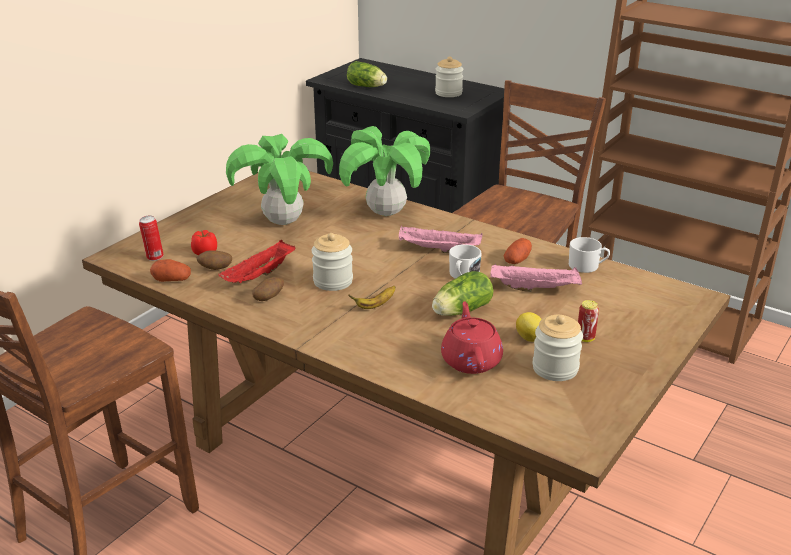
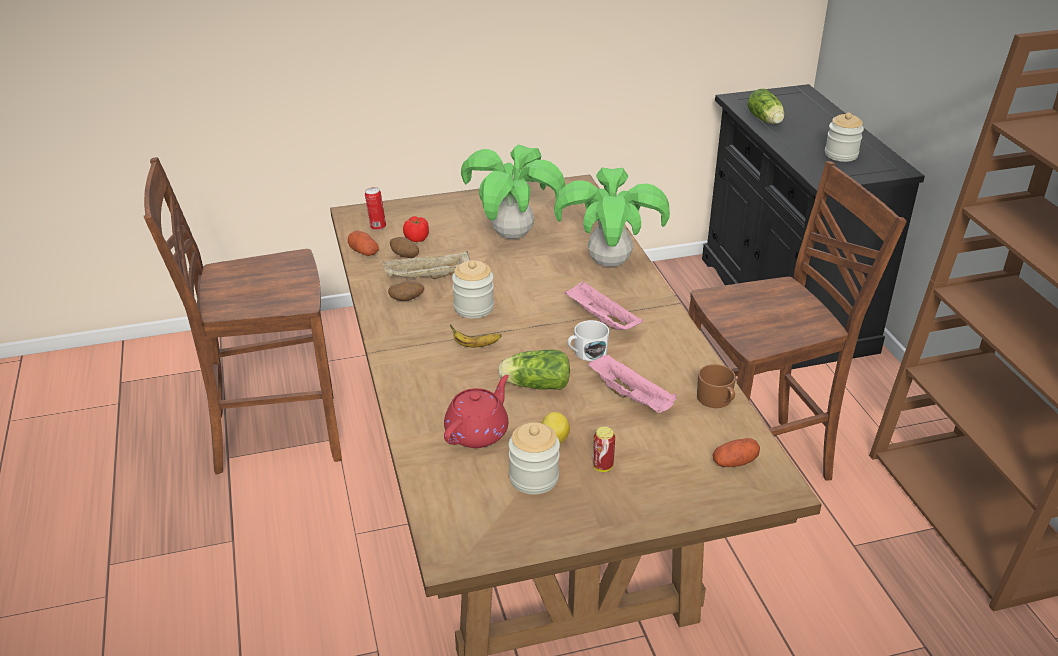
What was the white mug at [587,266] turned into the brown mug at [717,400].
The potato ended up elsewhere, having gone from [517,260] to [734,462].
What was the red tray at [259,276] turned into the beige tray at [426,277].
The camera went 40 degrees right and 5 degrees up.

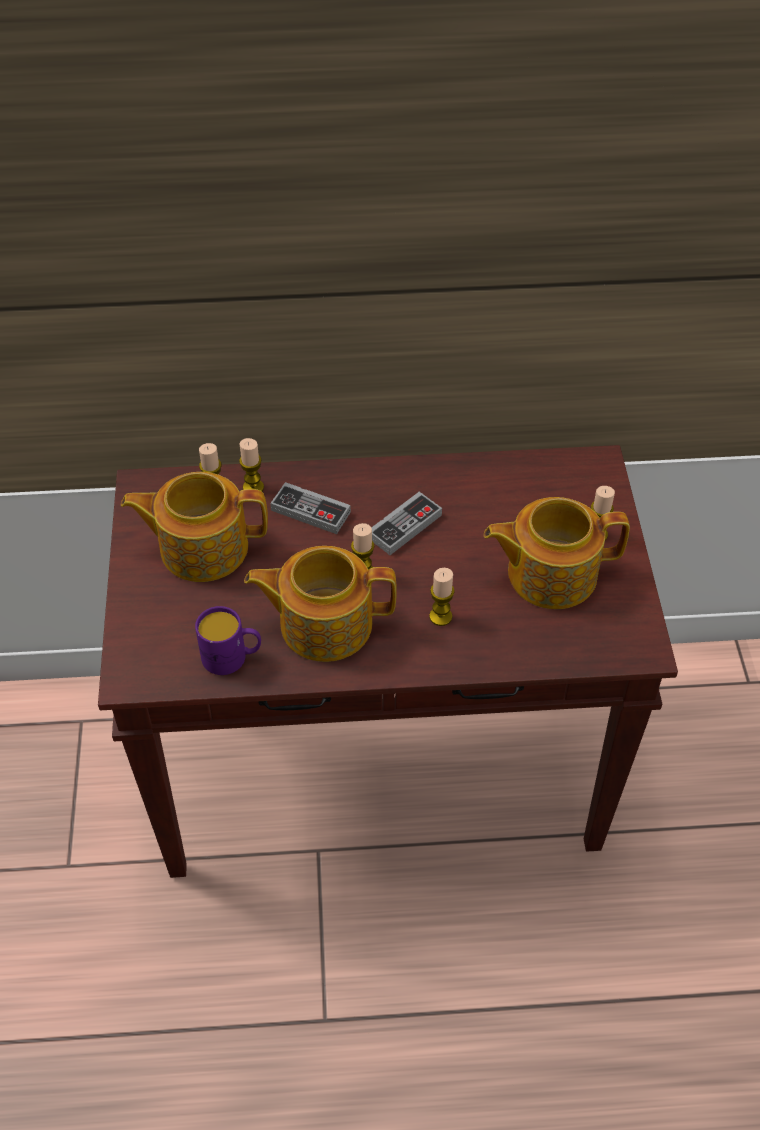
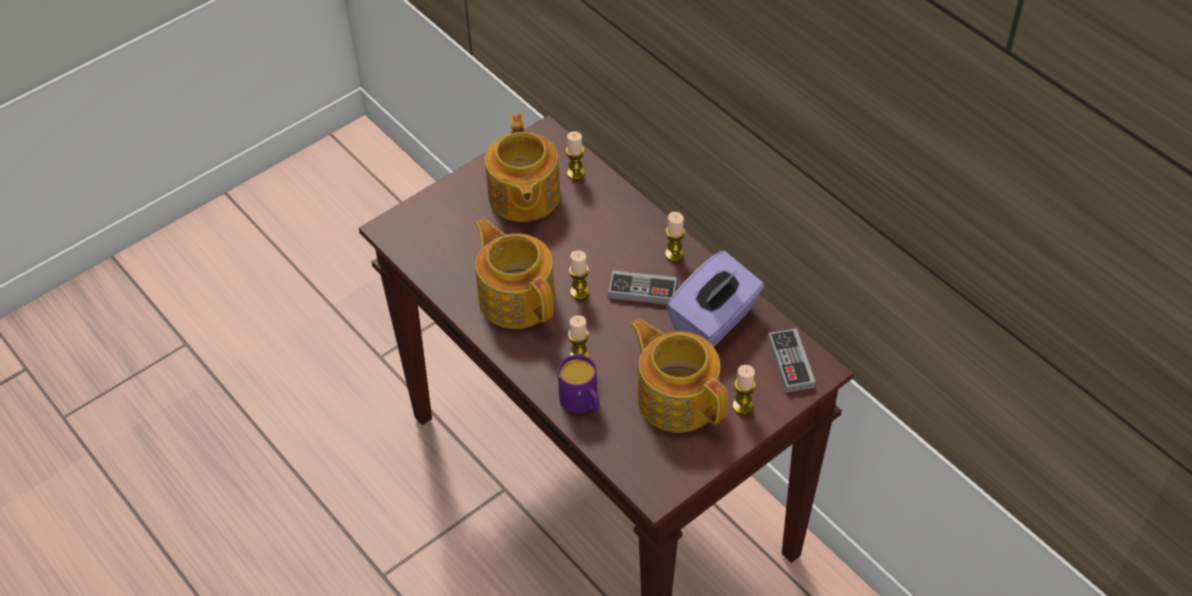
The candle ended up elsewhere, having gone from [253,487] to [674,254].
The teapot at [202,547] ended up facing another way, 150 degrees counterclockwise from before.
The game controller ended up elsewhere, having gone from [310,511] to [791,363].
The purple mug ended up elsewhere, having gone from [232,657] to [582,403].
The second view gained the purple tissue box at [714,320].
The camera went 55 degrees right and 0 degrees up.

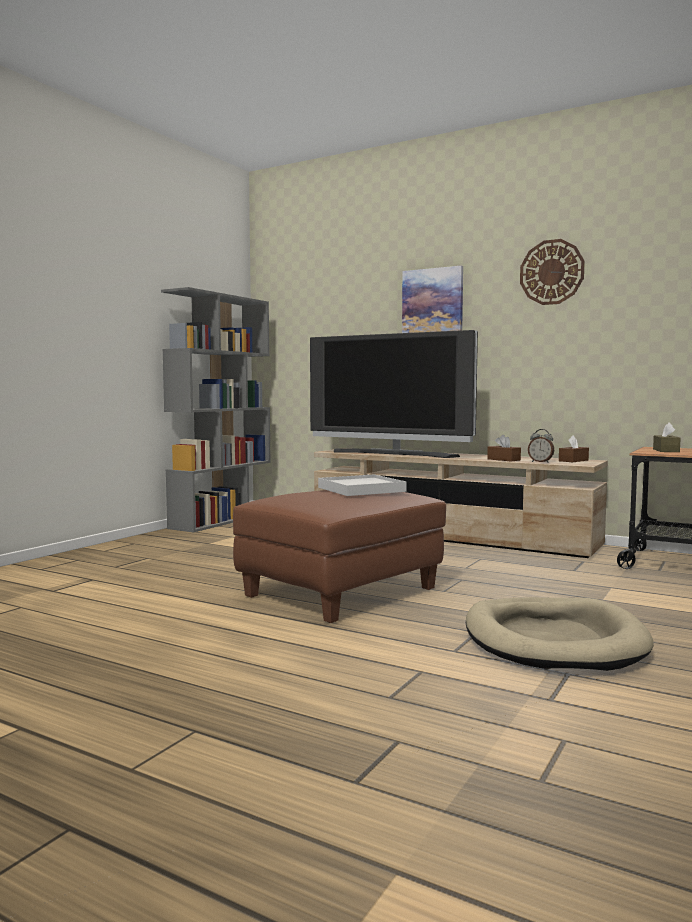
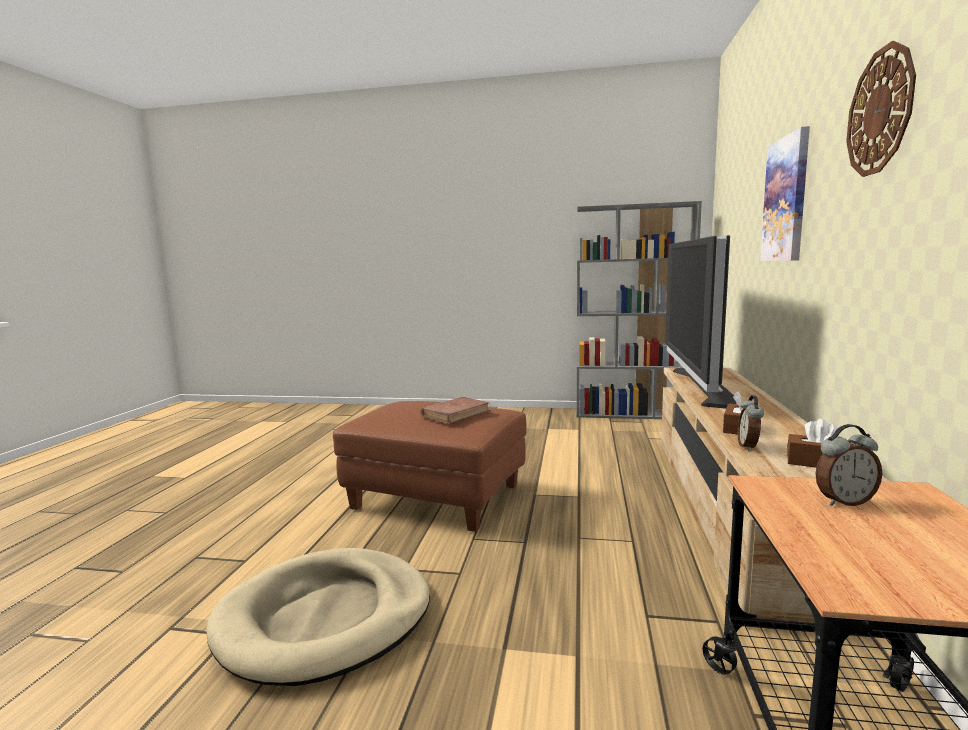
Where the brown tissue box stood at [666,450], the alarm clock came to stand at [844,501].
Where the white tray stood at [361,489], the brown book came to stand at [456,414].
The camera went 70 degrees right and 5 degrees up.

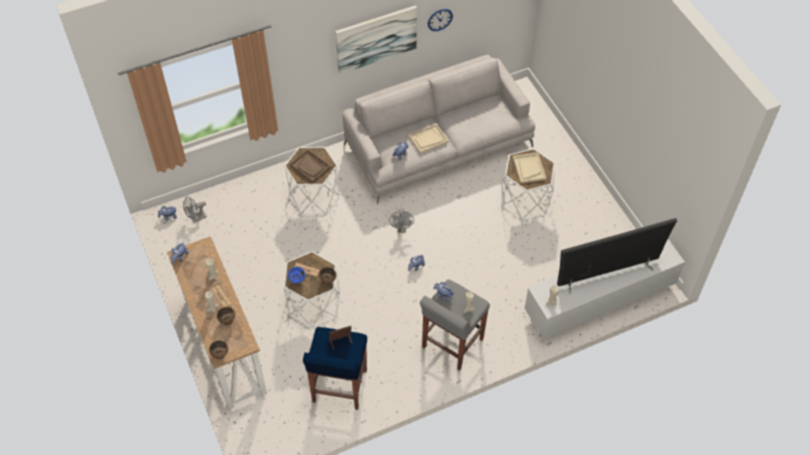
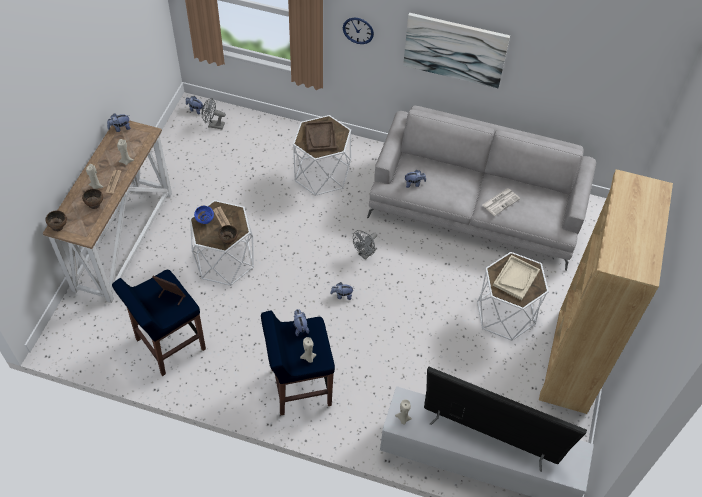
The wall clock ended up elsewhere, having gone from [440,19] to [358,30].
The second view lost the beige tray at [428,139].
What was the grey stool at [451,344] turned into the blue stool at [299,387].
The second view gained the brown bookcase at [571,361].
The second view gained the newspaper at [501,201].
The camera went 40 degrees right and 0 degrees up.

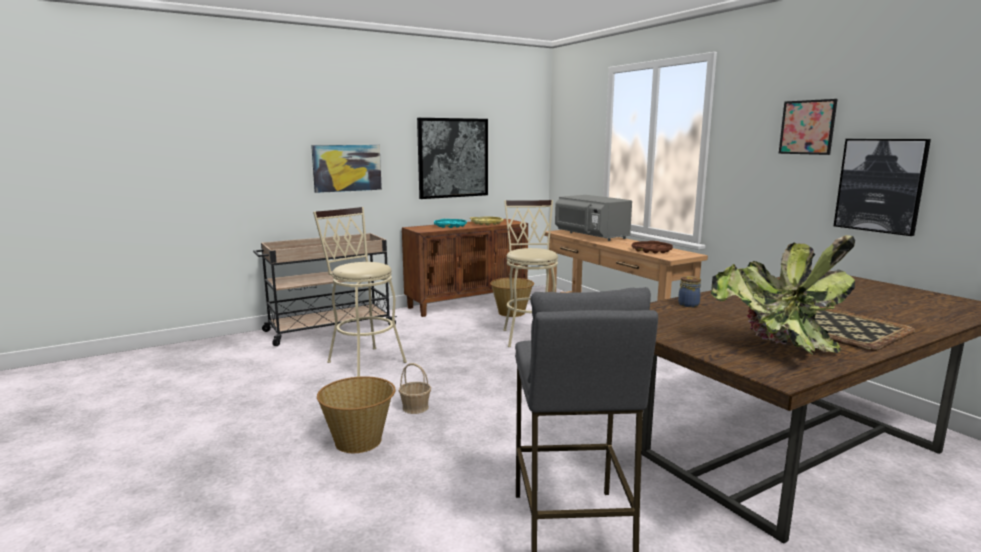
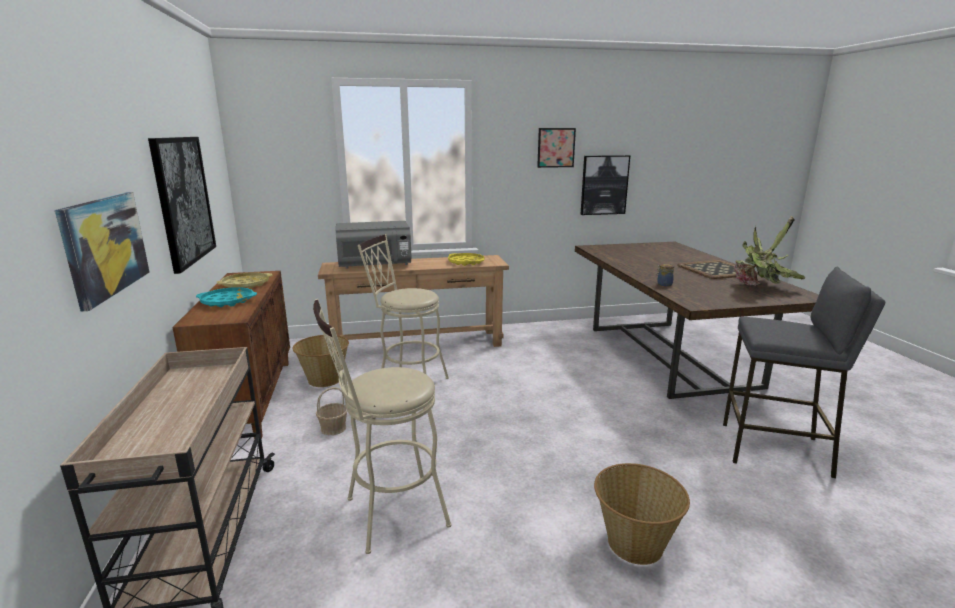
What was the brown tray at [651,250] turned into the yellow tray at [466,262].
The basket ended up elsewhere, having gone from [415,407] to [333,428].
The camera went 70 degrees left and 5 degrees up.

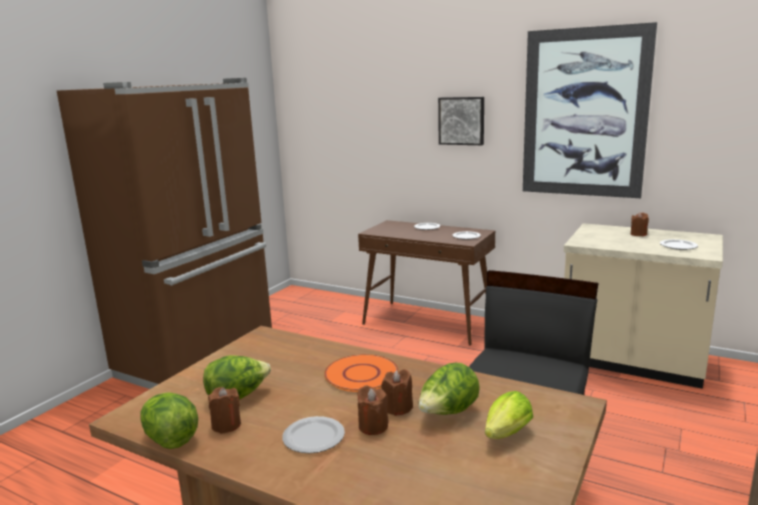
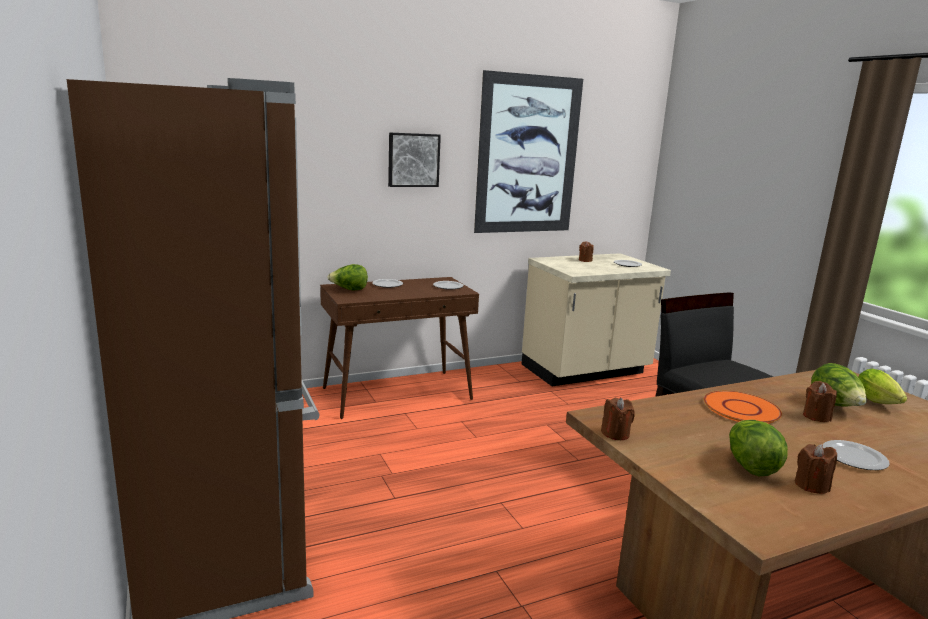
The brown candle ended up elsewhere, having gone from [373,426] to [615,434].
The lettuce ended up elsewhere, having gone from [170,439] to [349,290].
The camera went 55 degrees left and 0 degrees up.

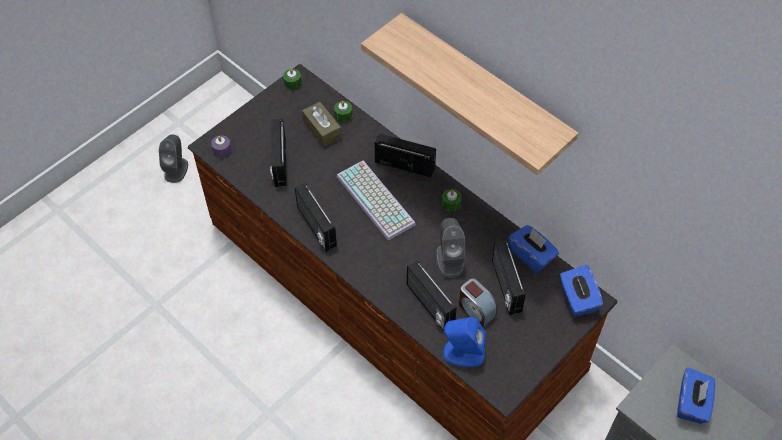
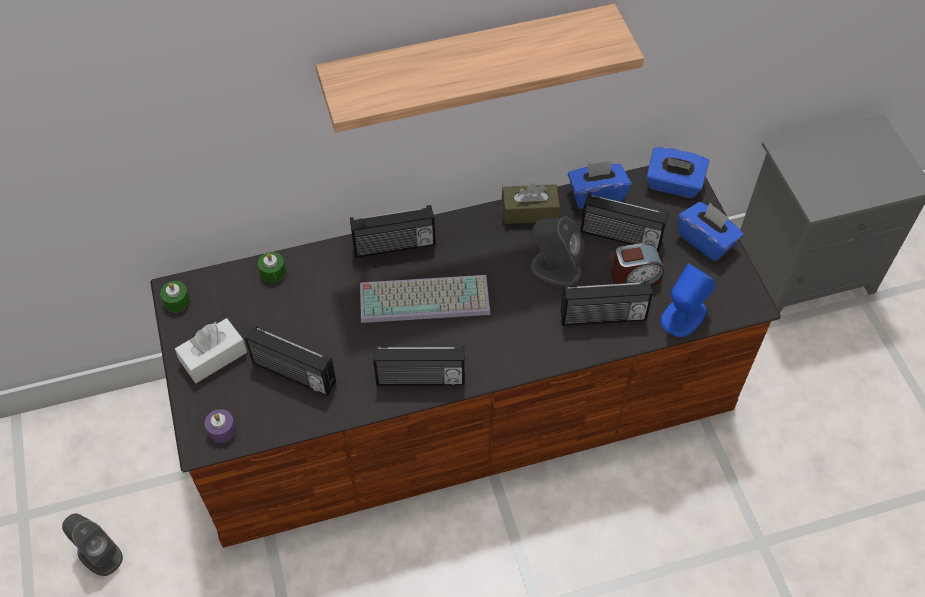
The brown tissue box ended up elsewhere, having gone from [322,129] to [529,211].
The radio at [405,164] ended up facing another way, 150 degrees counterclockwise from before.
The second view lost the green candle at [451,203].
The blue tissue box ended up elsewhere, having gone from [692,403] to [706,241].
The second view gained the white tissue box at [213,357].
The camera went 60 degrees left and 0 degrees up.

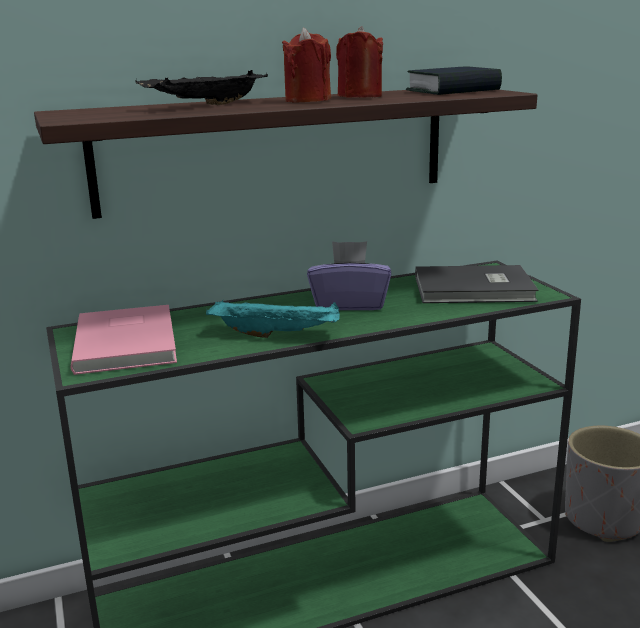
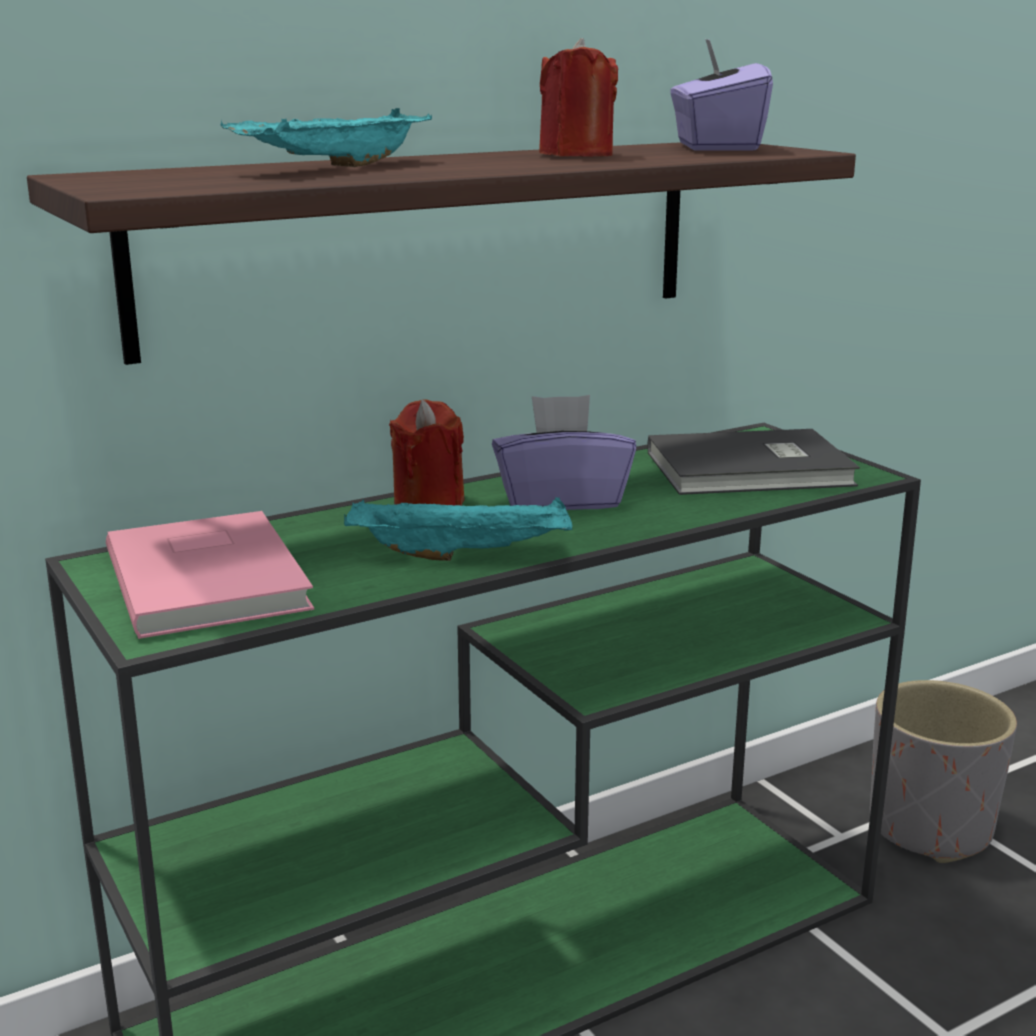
The red candle ended up elsewhere, having gone from [308,100] to [428,501].
Where the book stood at [453,91], the purple tissue box came to stand at [715,147].
What was the black tray at [206,105] turned into the turquoise tray at [335,167].
The camera went 10 degrees left and 0 degrees up.

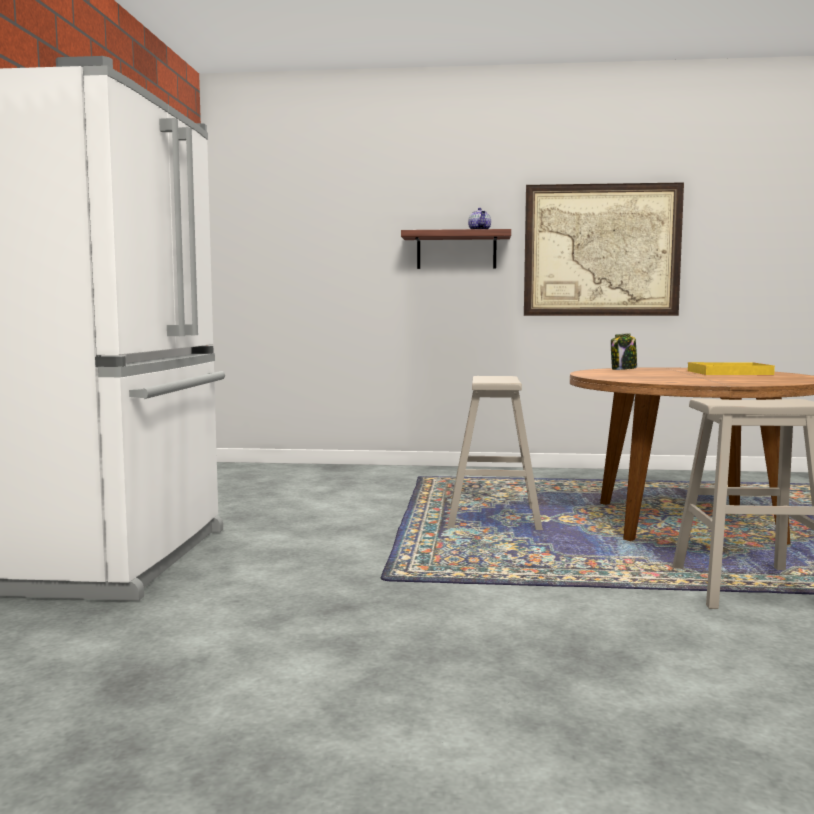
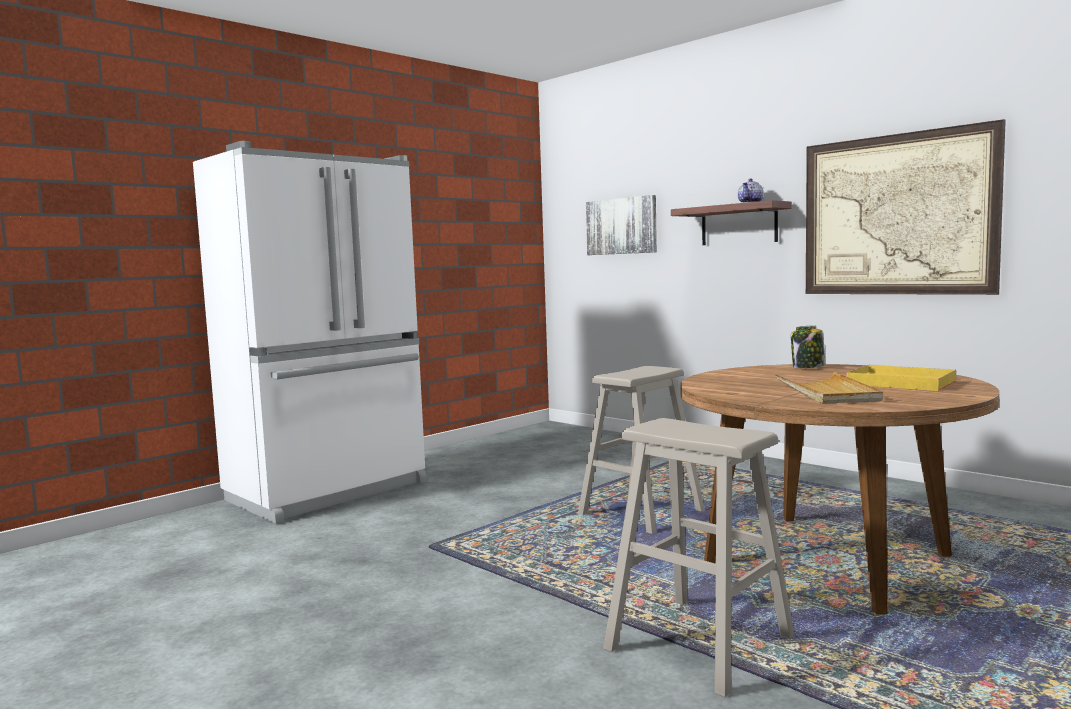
The second view gained the picture at [621,226].
The second view gained the beige tray at [827,392].
The camera went 40 degrees right and 0 degrees up.

